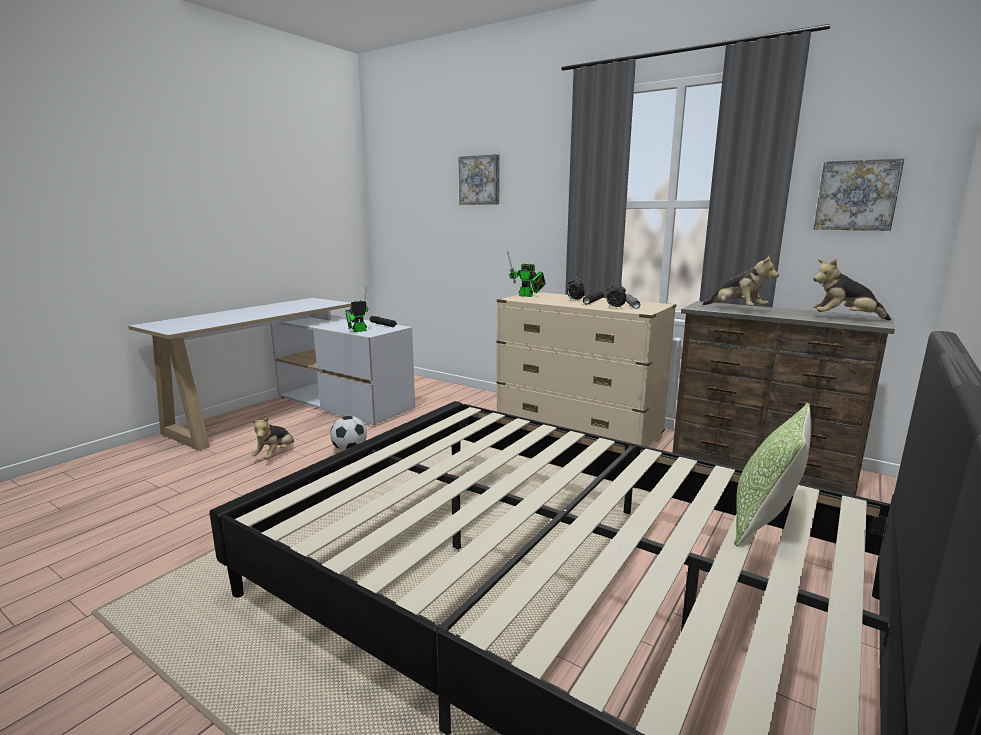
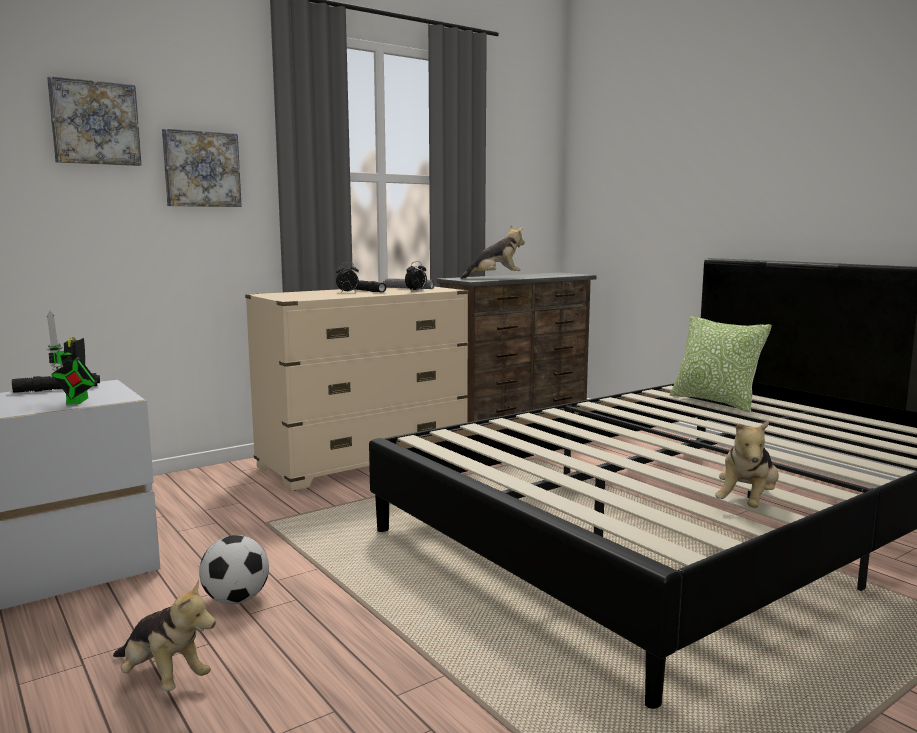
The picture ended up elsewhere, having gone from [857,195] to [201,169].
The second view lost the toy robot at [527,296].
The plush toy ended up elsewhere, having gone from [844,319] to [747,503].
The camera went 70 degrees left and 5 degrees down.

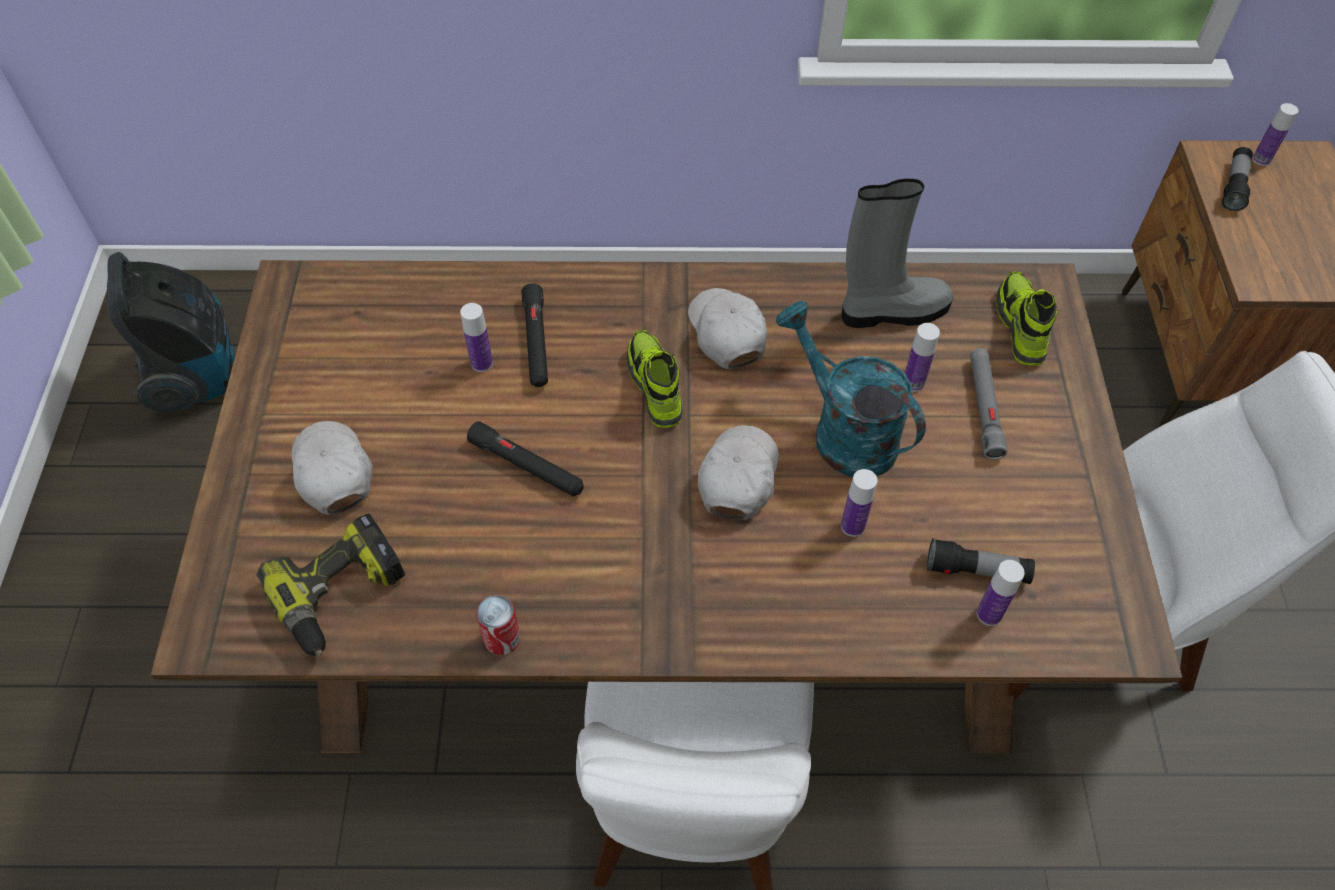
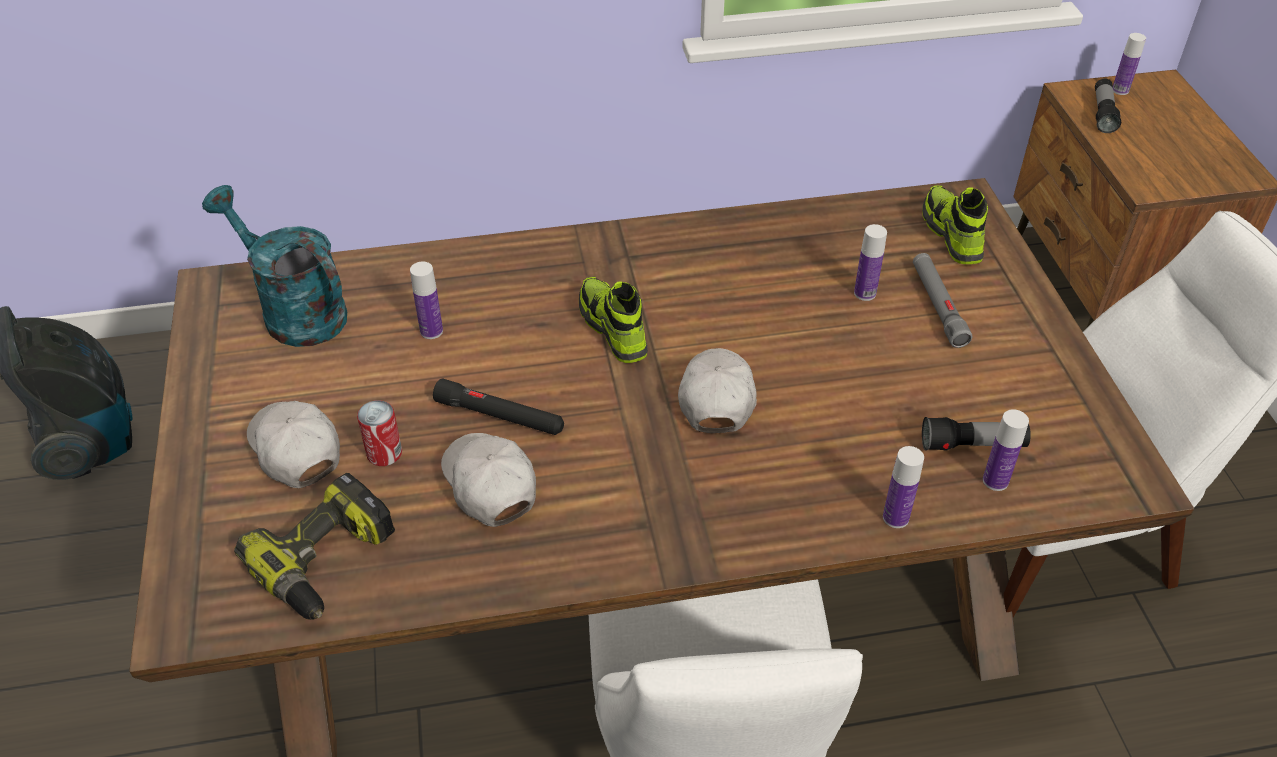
The second view lost the grey boot at [891,311].
The second view lost the black flashlight at [536,342].
The white cap ended up elsewhere, having gone from [726,333] to [489,484].
The turquoise watering can ended up elsewhere, having gone from [843,431] to [294,311].
The bottle ended up elsewhere, having gone from [852,526] to [895,517].
The can ended up elsewhere, having gone from [502,639] to [384,453].
The camera went 10 degrees left and 10 degrees down.

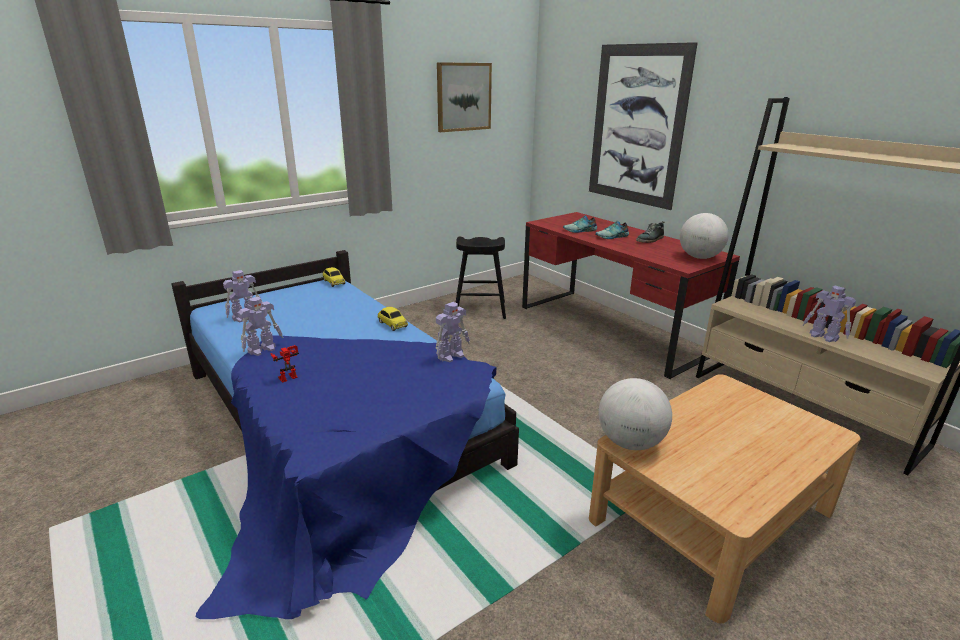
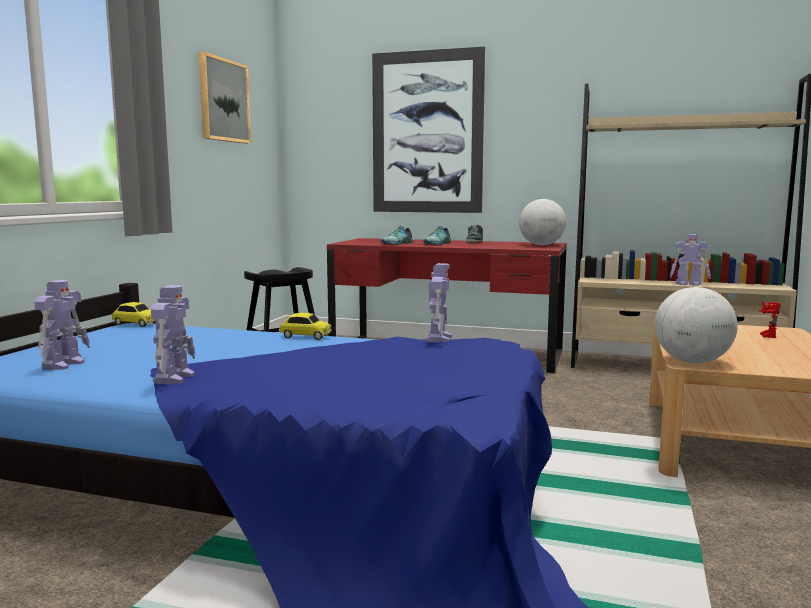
The toy robot ended up elsewhere, having gone from [288,376] to [765,335].
The camera went 35 degrees left and 15 degrees down.

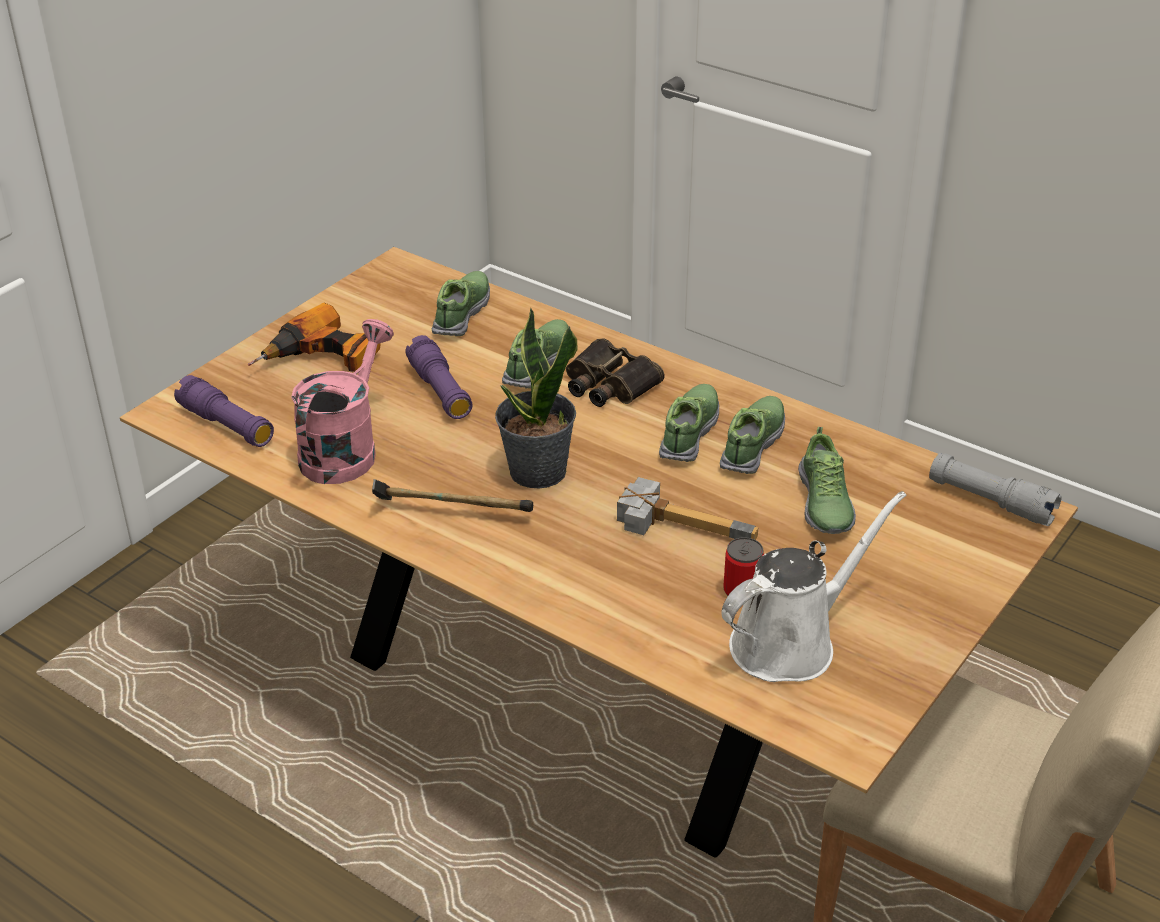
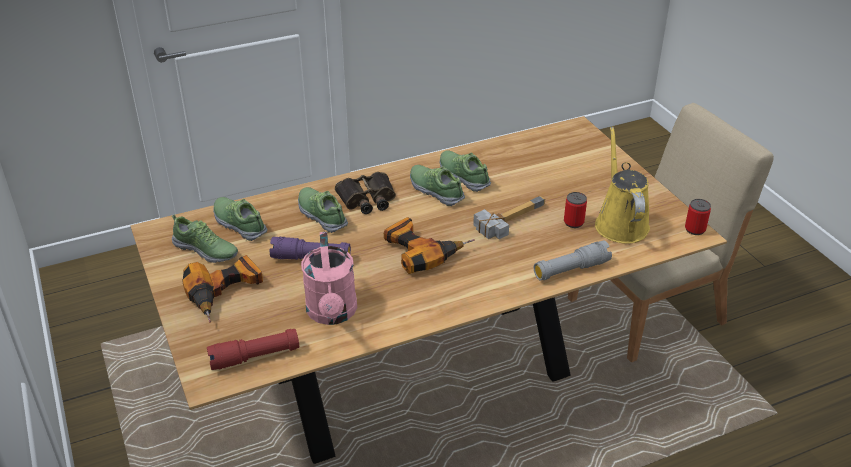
Where the potted plant stood at [537,471], the power drill came to stand at [422,250].
The pink watering can at [344,449] ended up facing another way, 150 degrees counterclockwise from before.
What was the purple flashlight at [226,425] turned into the red flashlight at [255,357].
The shoe ended up elsewhere, having gone from [824,504] to [206,251].
The grey flashlight ended up elsewhere, having gone from [990,501] to [571,270].
The second view lost the hammer at [448,512].
What was the white watering can at [790,642] turned into the yellow watering can at [620,223].
The second view gained the can at [695,229].
The camera went 60 degrees left and 0 degrees up.

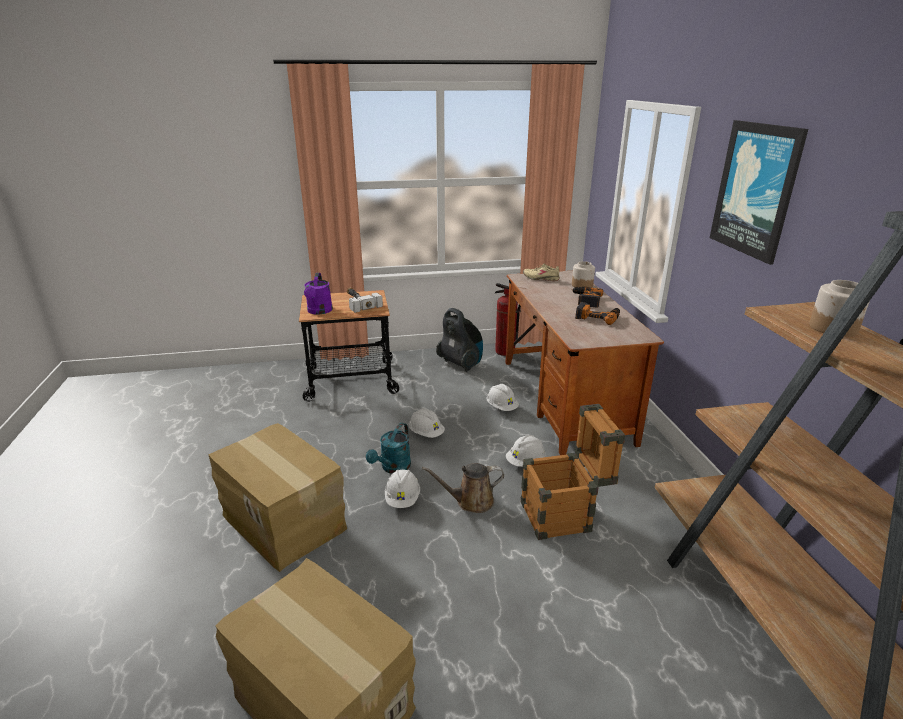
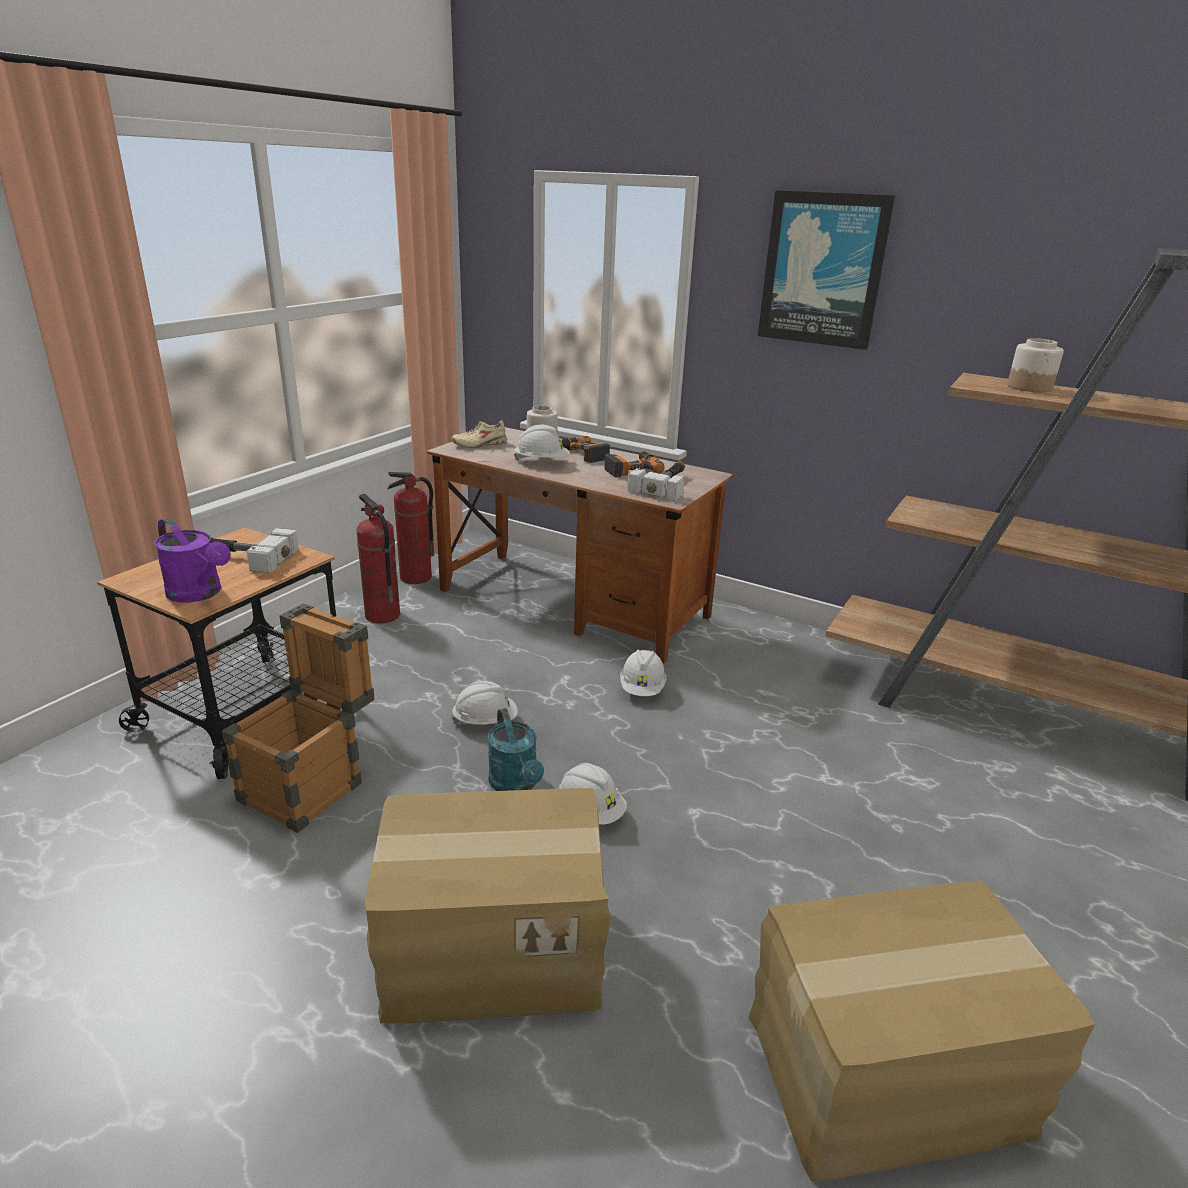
Where the vacuum cleaner stood at [461,363], the fire extinguisher came to stand at [382,615].
The white hard hat ended up elsewhere, having gone from [501,407] to [542,462].
The crate ended up elsewhere, having gone from [564,516] to [312,784].
The second view lost the brown watering can at [471,501].
The second view gained the hammer at [665,485].
The camera went 50 degrees left and 0 degrees up.

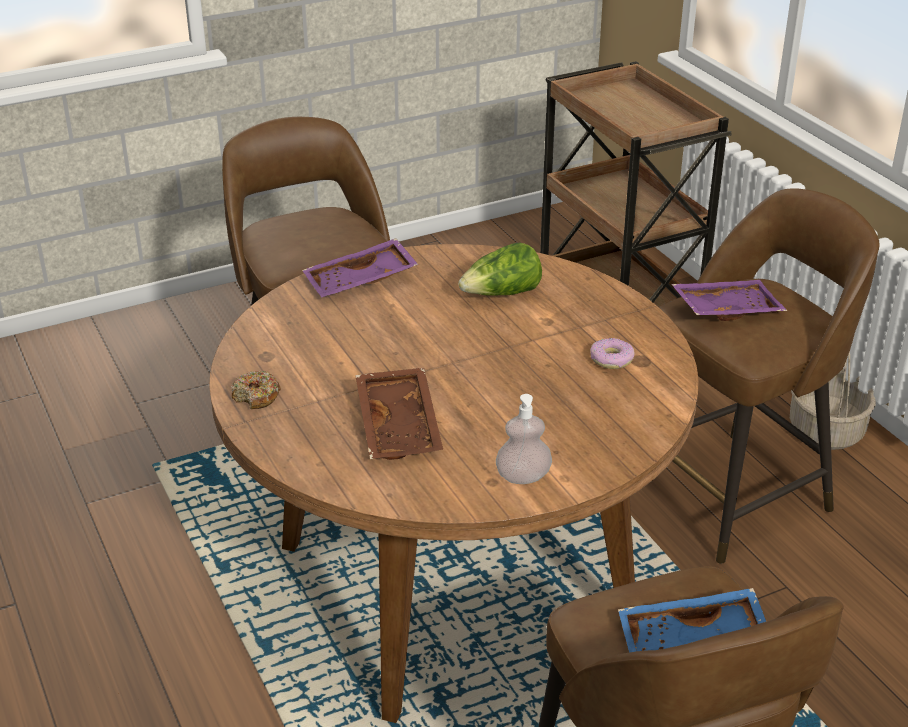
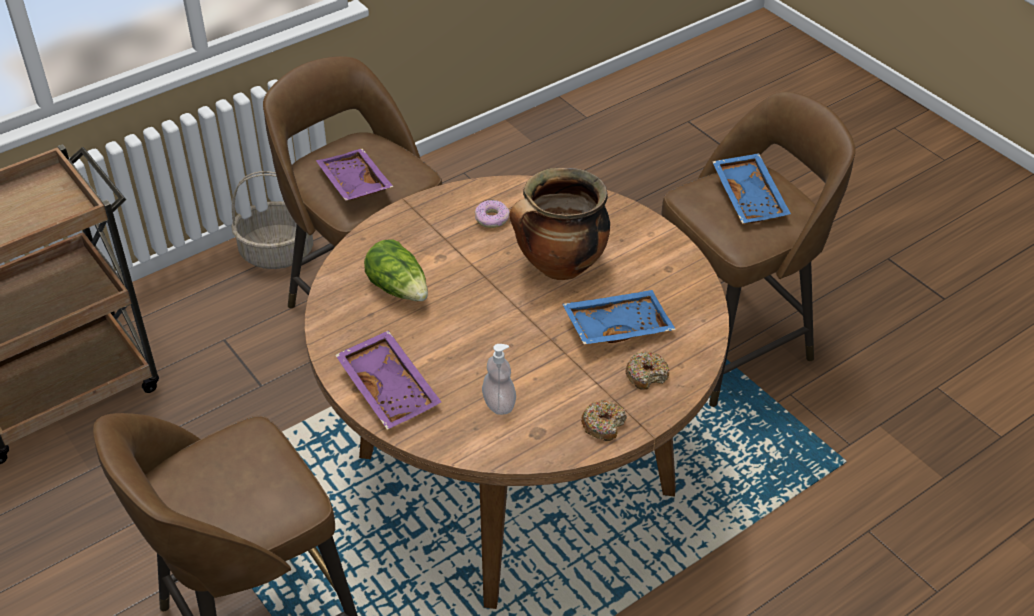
What was the brown tray at [401,426] turned into the blue tray at [617,326].
The soap dispenser ended up elsewhere, having gone from [523,477] to [499,404].
The second view gained the cooking pot at [559,267].
The second view gained the donut at [646,375].
The camera went 100 degrees left and 10 degrees up.

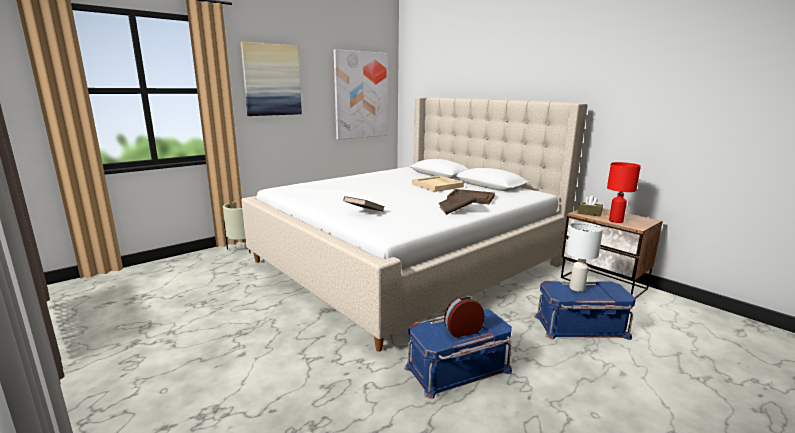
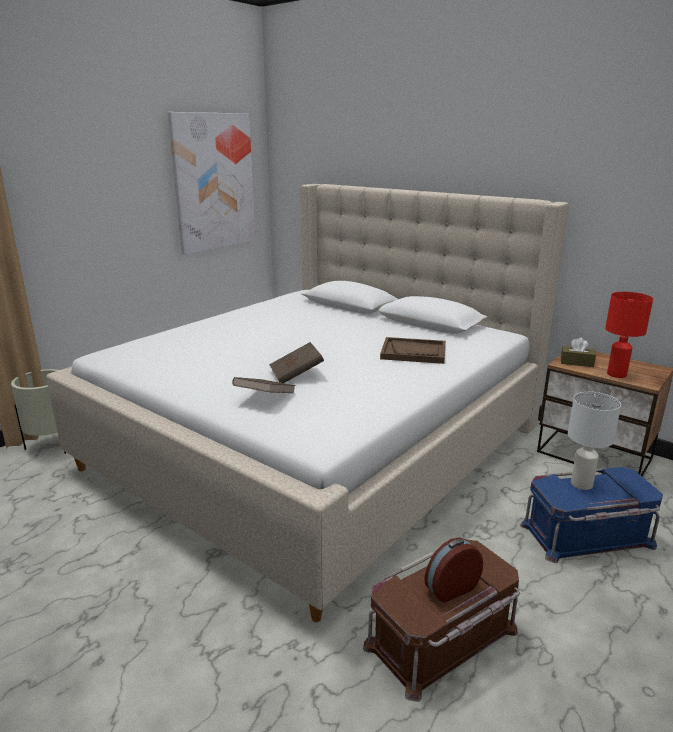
The second view lost the picture at [272,80].
The second view lost the beige tray at [438,185].
The brown book ended up elsewhere, having gone from [456,210] to [296,375].
What was the blue storage box at [458,370] turned into the brown storage box at [442,639].
The camera went 10 degrees left and 5 degrees up.

